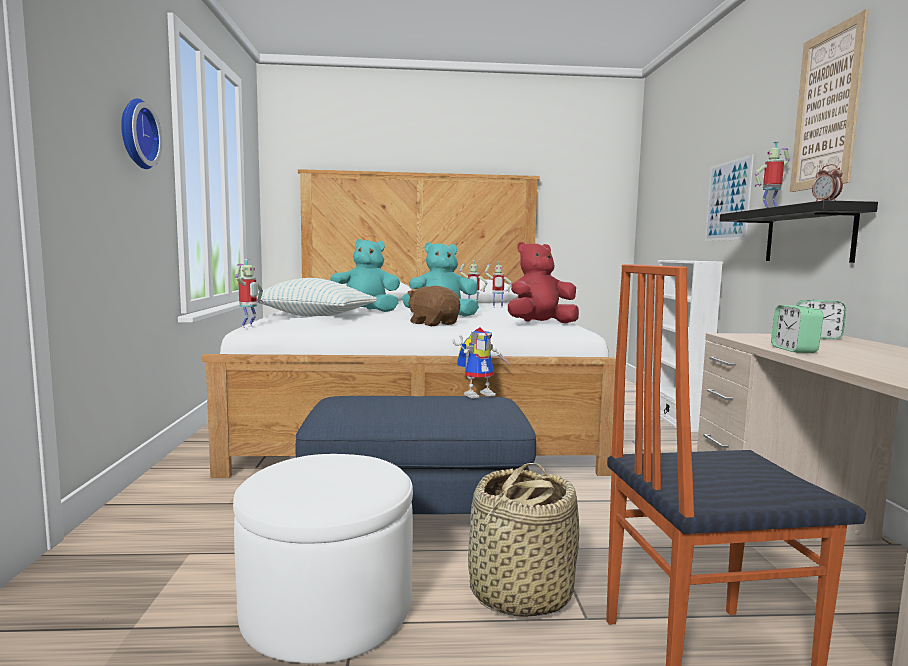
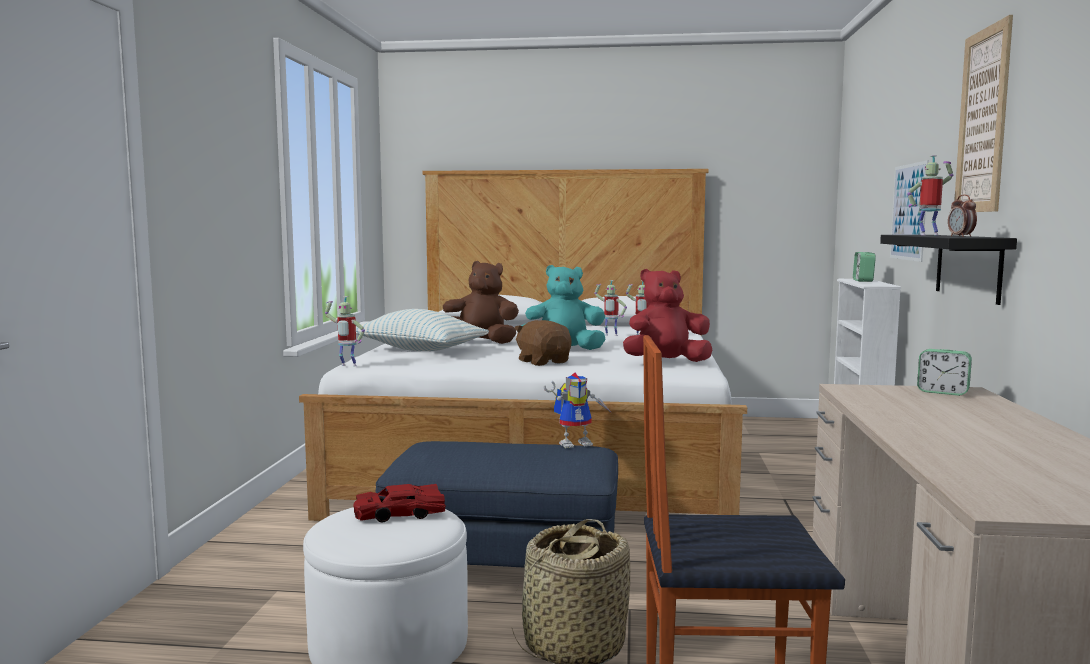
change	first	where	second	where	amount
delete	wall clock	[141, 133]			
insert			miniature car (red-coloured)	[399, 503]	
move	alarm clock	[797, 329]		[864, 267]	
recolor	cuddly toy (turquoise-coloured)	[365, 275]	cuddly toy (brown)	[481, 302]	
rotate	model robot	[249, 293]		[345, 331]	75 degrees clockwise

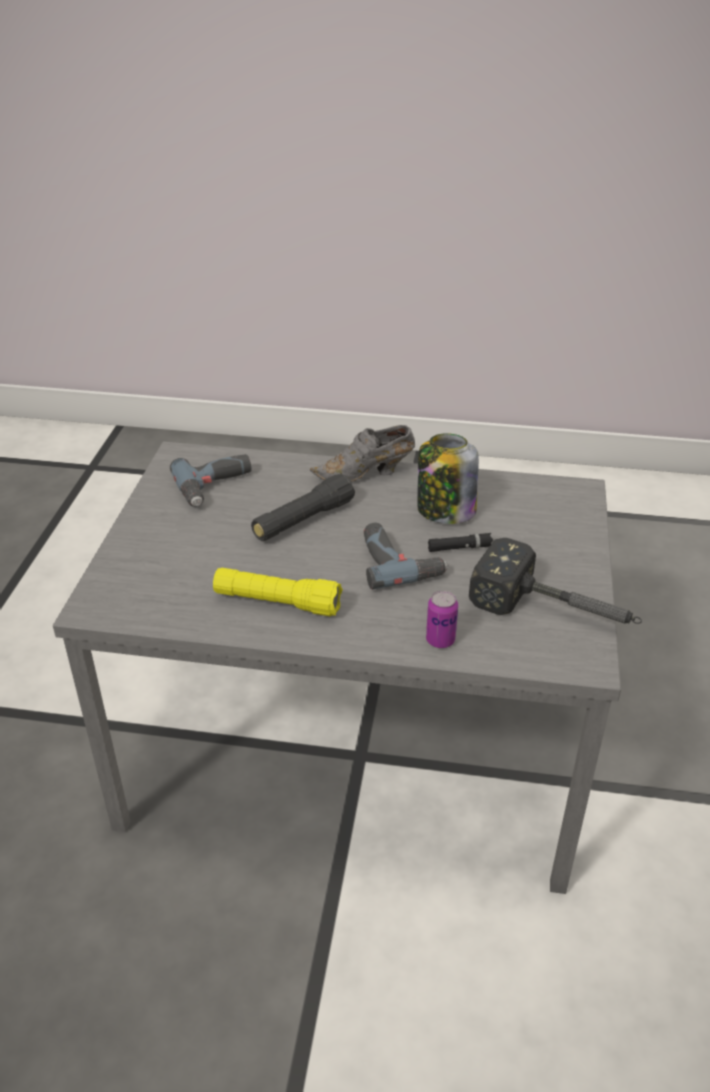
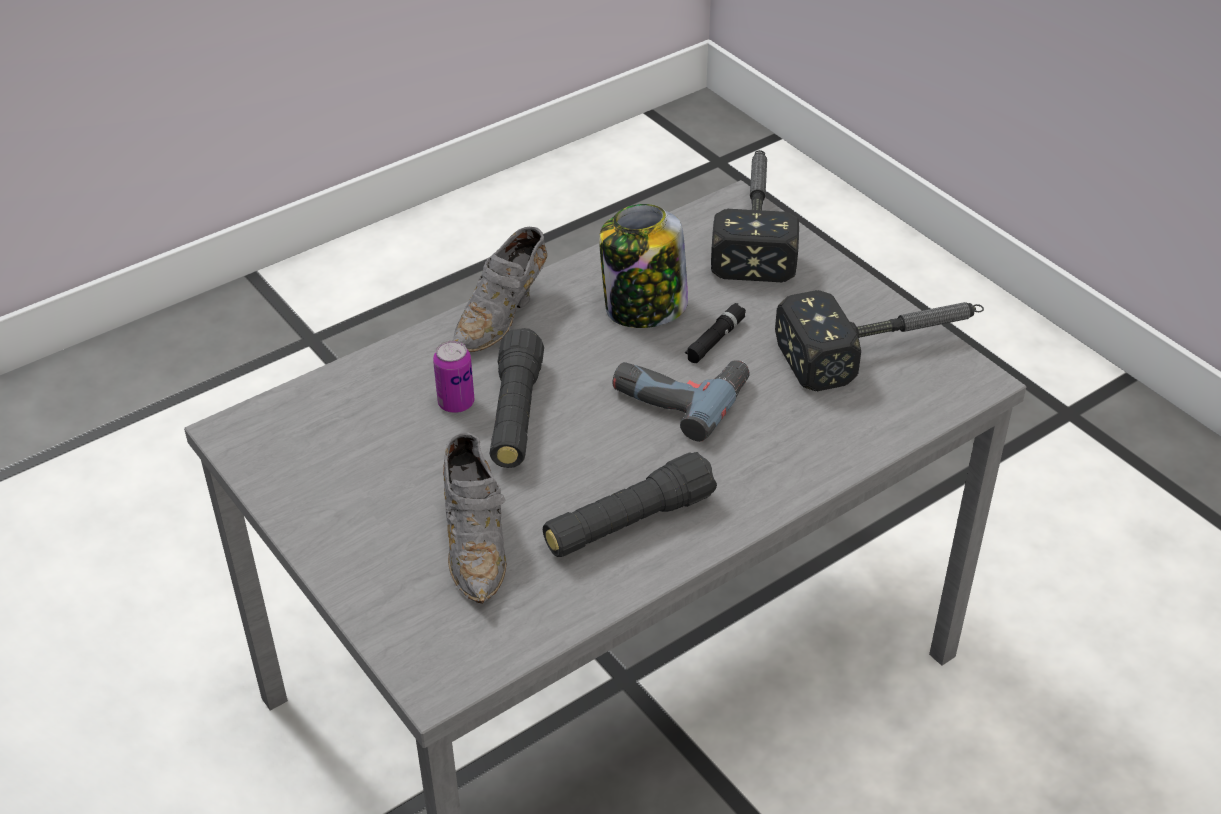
change	first	where	second	where	amount
delete	drill	[210, 480]			
insert			low shoe (grey)	[474, 517]	
insert			hammer	[755, 216]	
move	sealed can	[442, 619]		[454, 377]	
recolor	torch (yellow)	[278, 592]	torch (black-coloured)	[630, 504]	

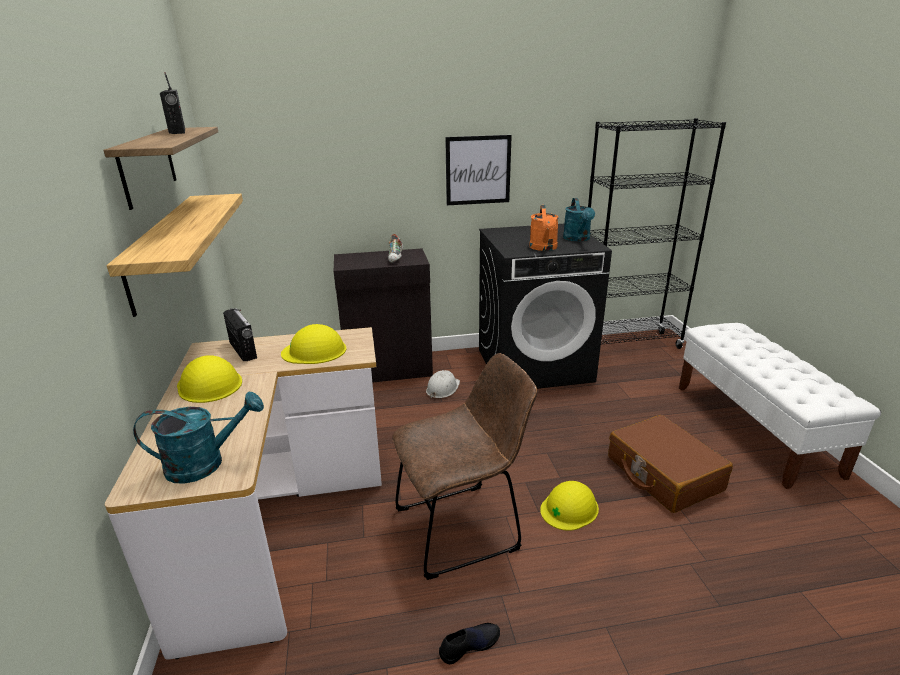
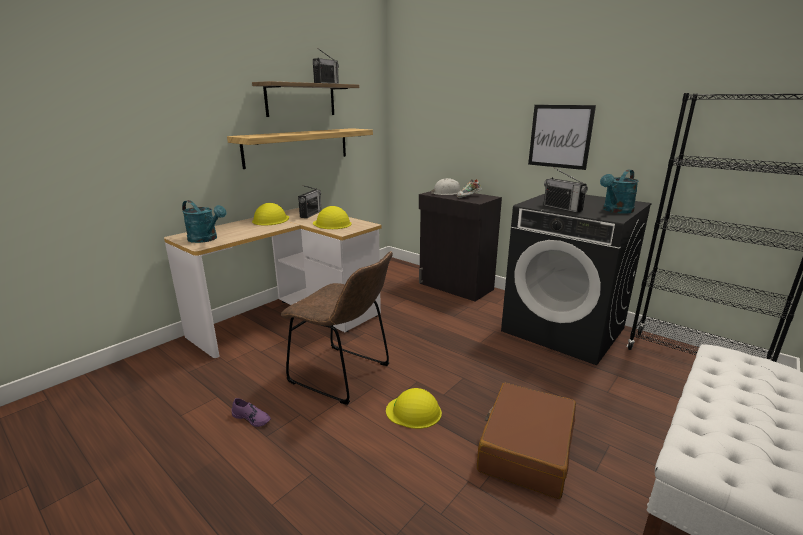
change	first	where	second	where	amount
move	work helmet (white-coloured)	[443, 384]		[445, 186]	
replace	sprinkling can (orangey)	[544, 228]	radio set	[565, 190]	
recolor	low shoe (black-coloured)	[469, 643]	low shoe (purplish)	[251, 412]	

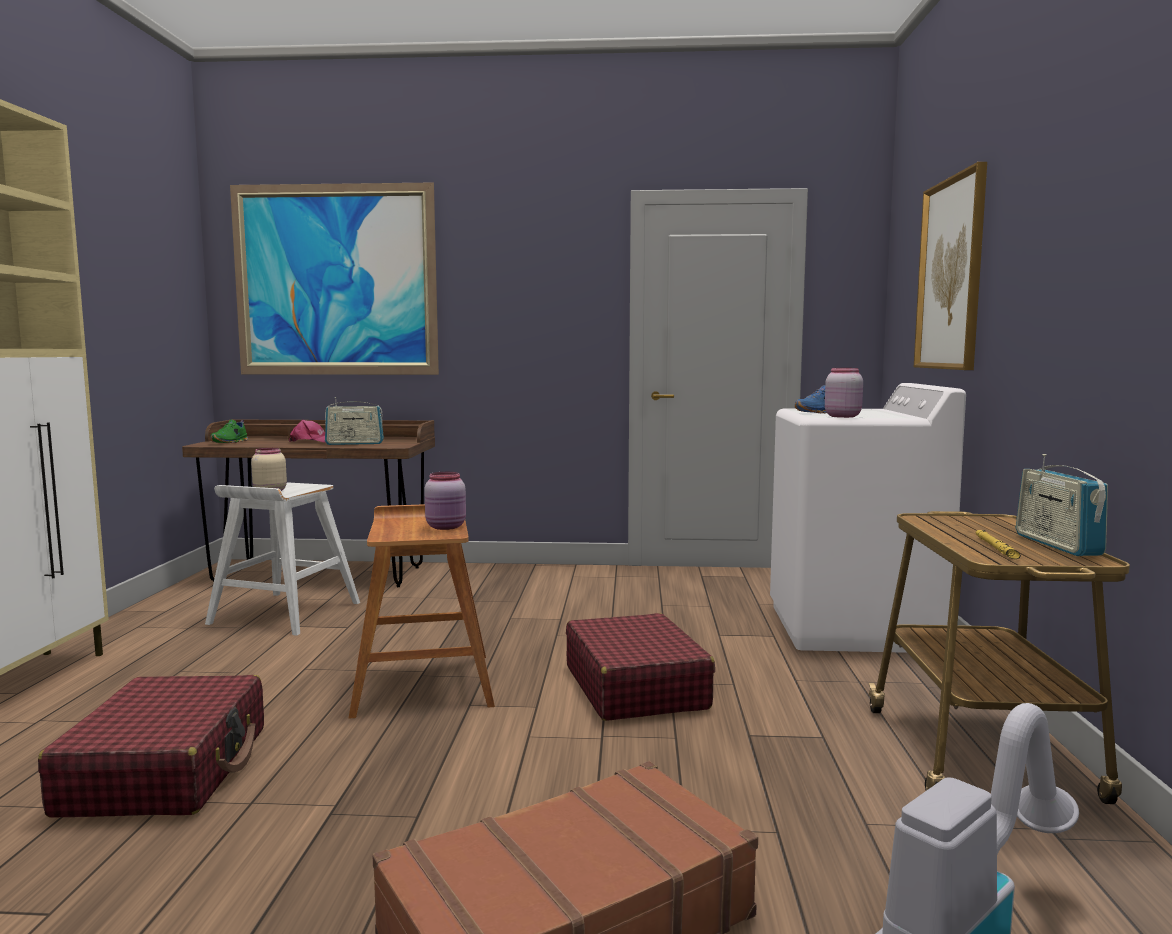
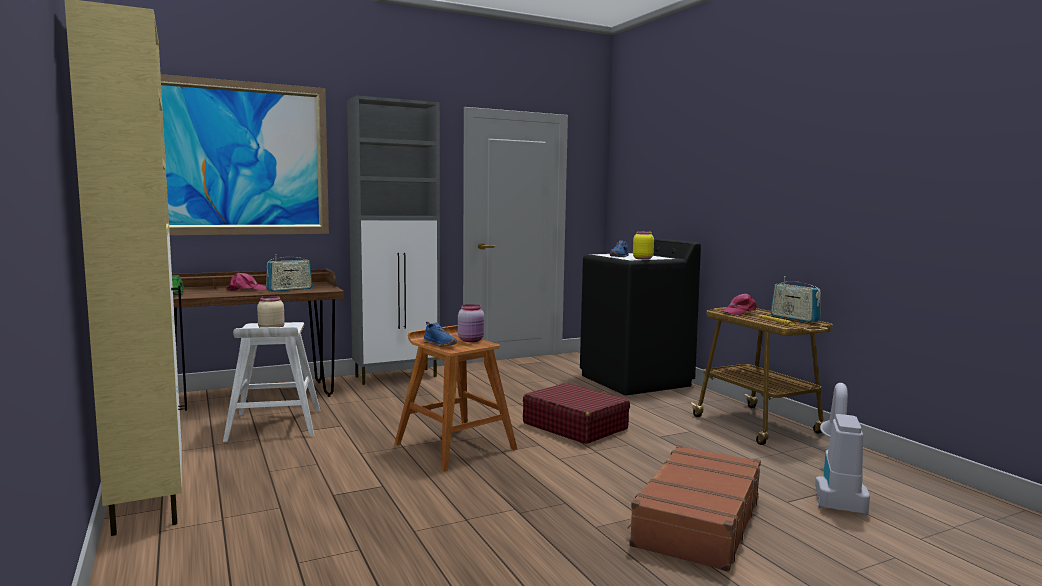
change	first	where	second	where	amount
delete	piece of luggage (red-coloured)	[151, 746]			
delete	wall picture	[950, 266]			
insert			cupboard (grey)	[393, 240]	
insert			low shoe (blue-coloured)	[440, 334]	
insert			cap (pinkish)	[739, 304]	
recolor	washing machine (white-coloured)	[868, 518]	washing machine (black-coloured)	[640, 316]	
recolor	preserve jar (pinkish)	[844, 393]	preserve jar (yellow)	[643, 245]	

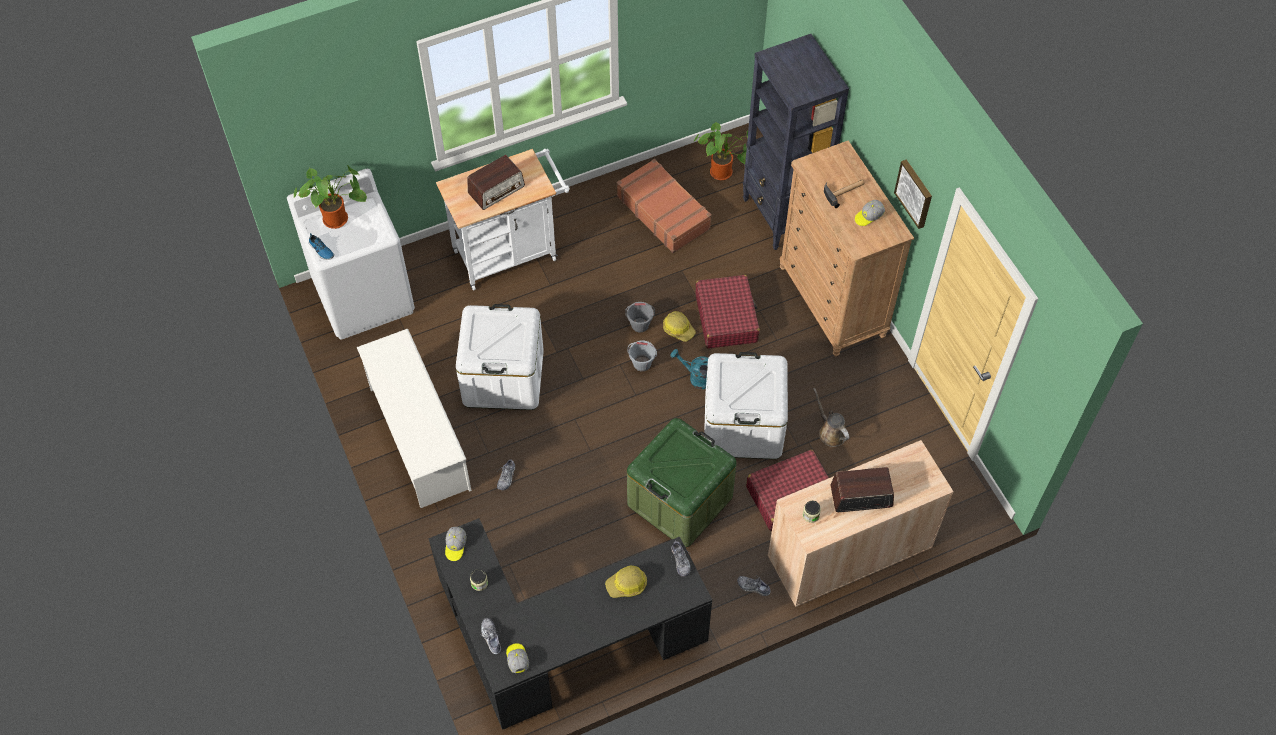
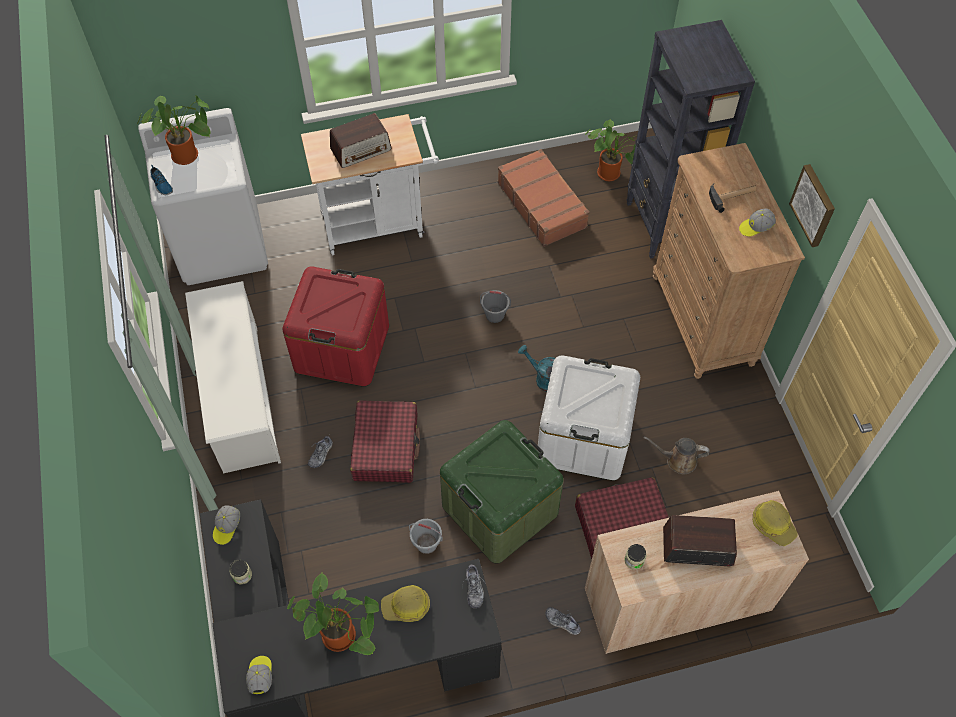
change	first	where	second	where	amount
delete	low shoe	[490, 636]			
insert			potted plant	[333, 614]	
move	bucket (grey)	[642, 356]		[426, 536]	
move	work helmet	[679, 326]		[775, 523]	
move	piece of luggage (red-coloured)	[727, 312]		[385, 441]	
recolor	storage container (white-coloured)	[500, 357]	storage container (red-coloured)	[335, 326]	
rotate	sprinkling can (brown)	[831, 417]		[676, 455]	60 degrees counterclockwise

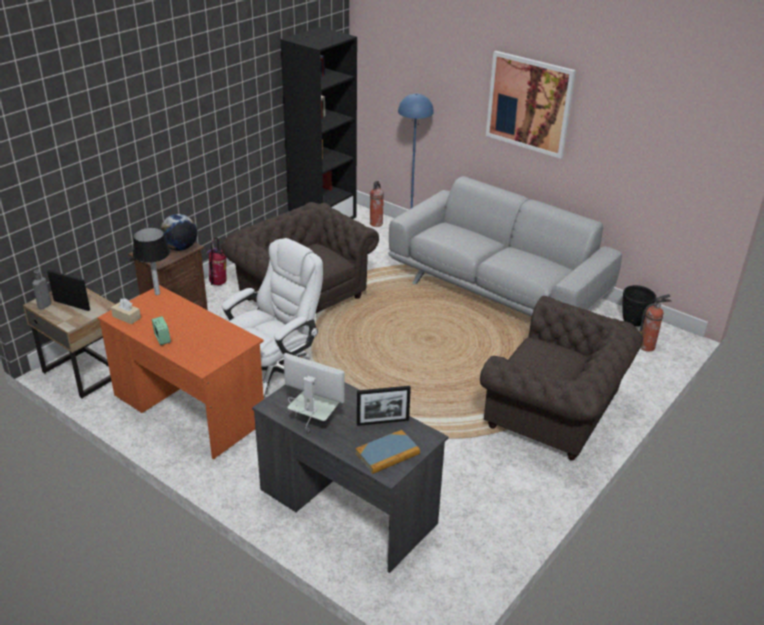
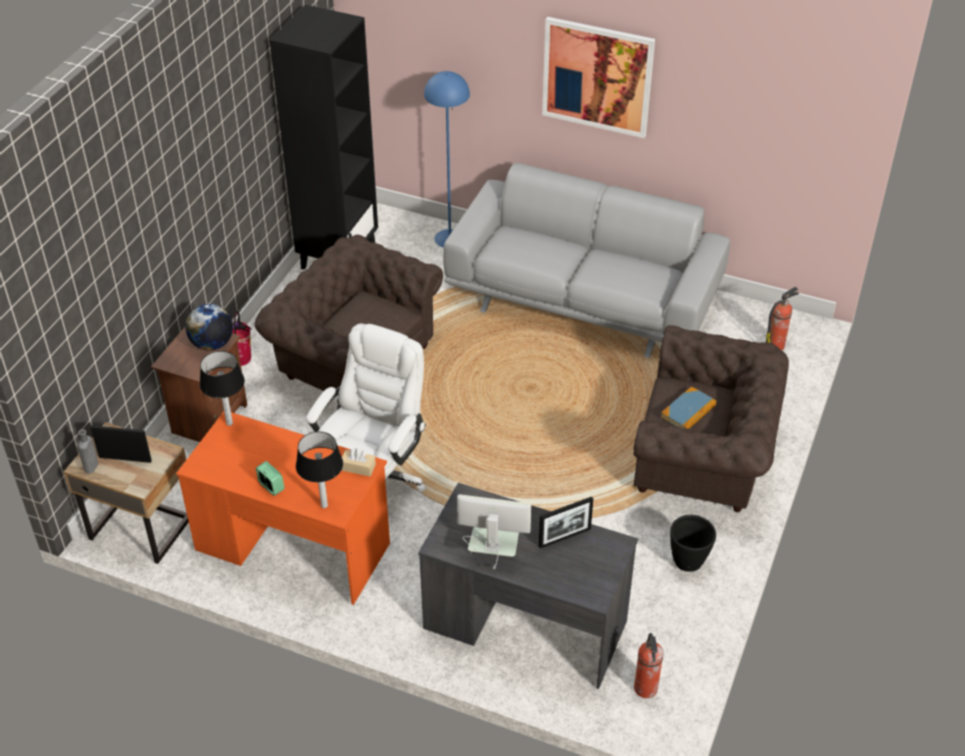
change	first	where	second	where	amount
insert			table lamp	[319, 470]	
move	tissue box (beige-coloured)	[126, 311]		[358, 462]	
move	bound book	[387, 452]		[689, 407]	
move	fire extinguisher	[377, 204]		[648, 665]	
move	planter (black-coloured)	[639, 306]		[693, 543]	

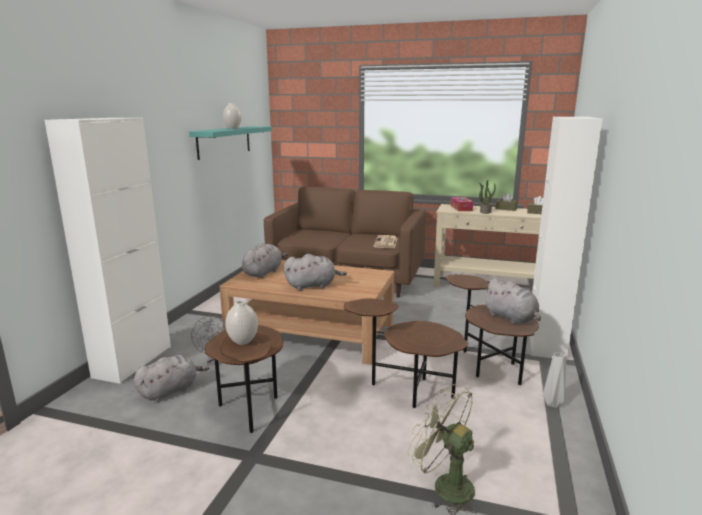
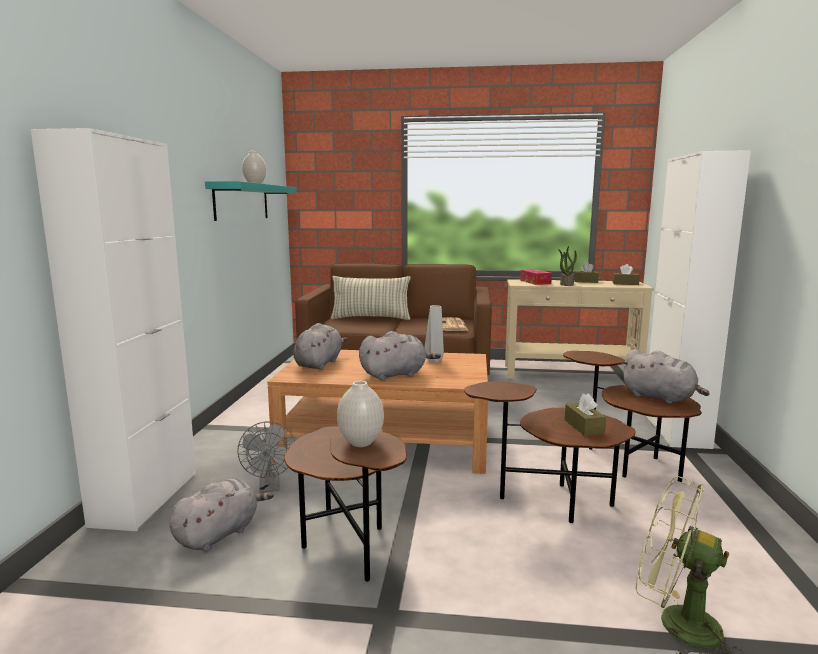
change	first	where	second	where	amount
insert			cushion	[371, 298]	
insert			tissue box (brown)	[585, 414]	
move	vase (grey)	[554, 380]		[434, 334]	

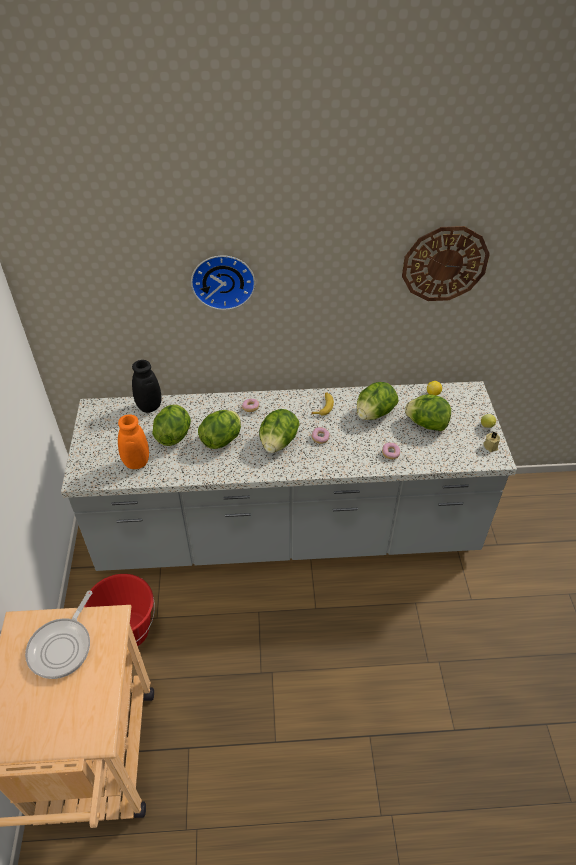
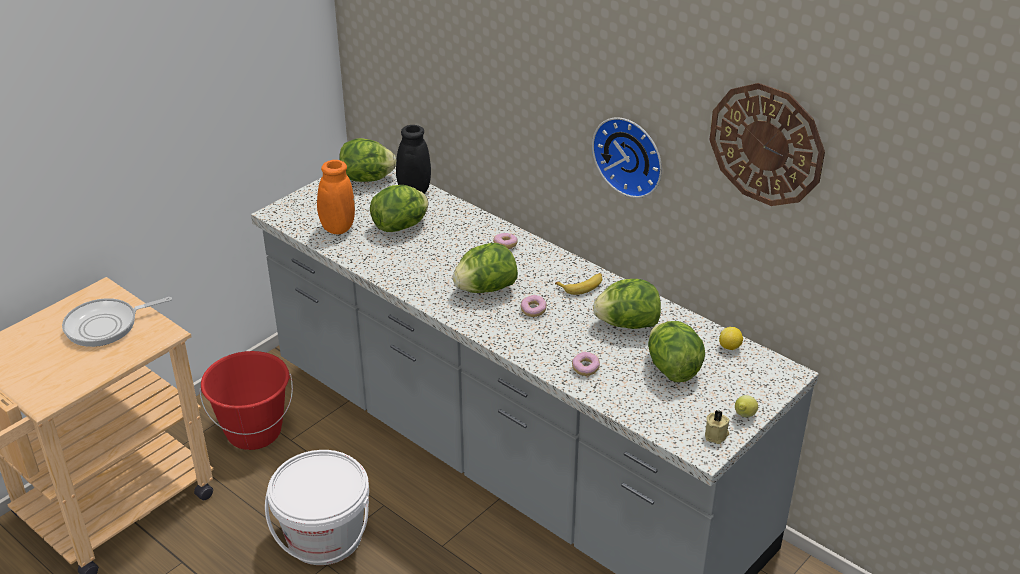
change	first	where	second	where	amount
insert			bucket (white-coloured)	[317, 507]	
move	wall clock	[223, 282]		[627, 157]	
move	lettuce head	[219, 429]		[367, 160]	

